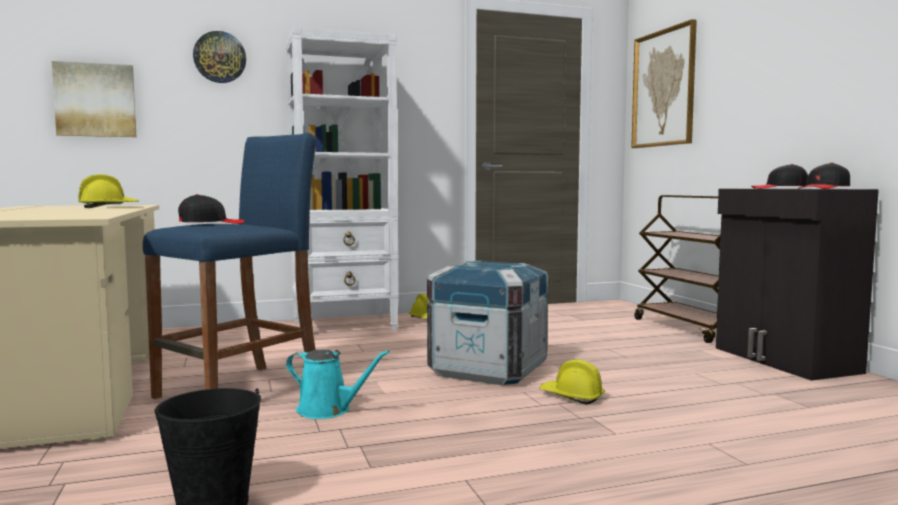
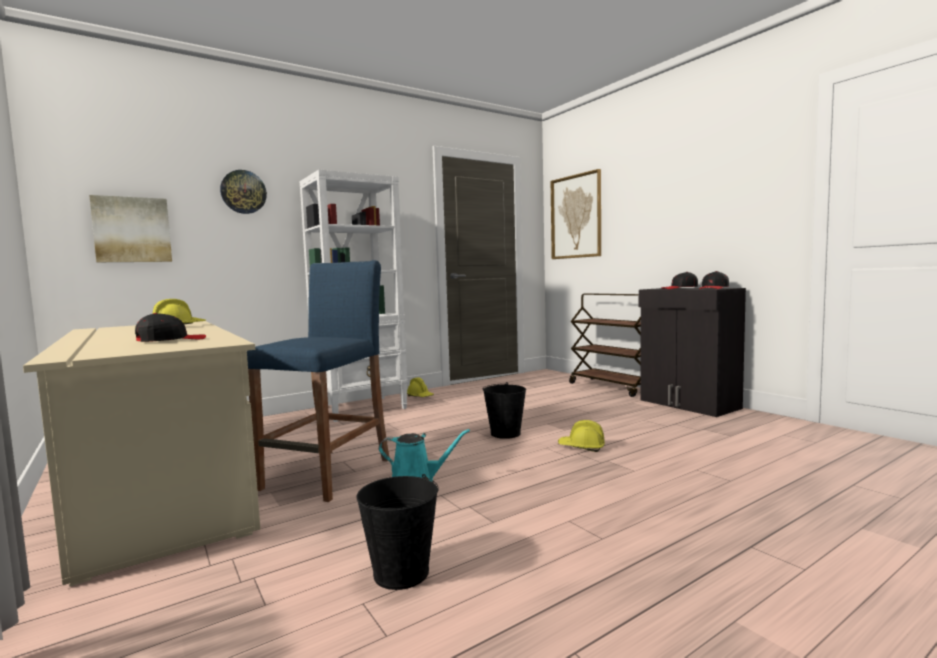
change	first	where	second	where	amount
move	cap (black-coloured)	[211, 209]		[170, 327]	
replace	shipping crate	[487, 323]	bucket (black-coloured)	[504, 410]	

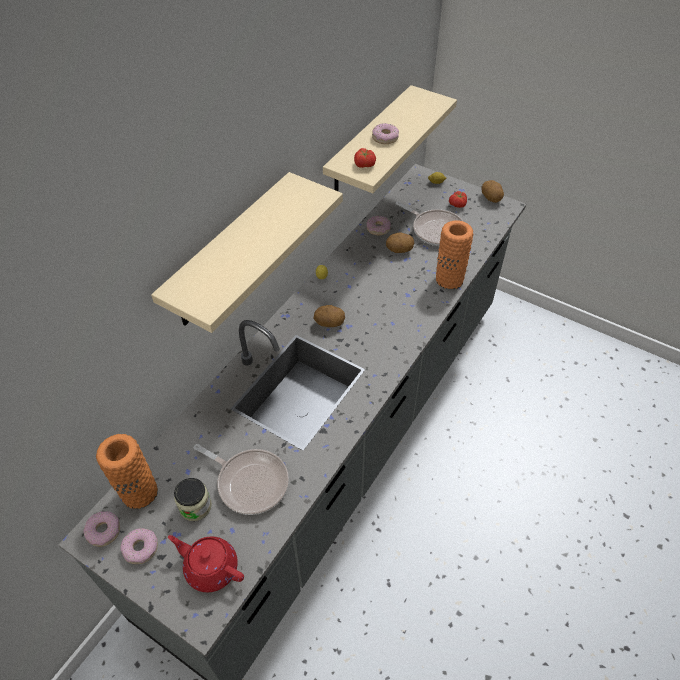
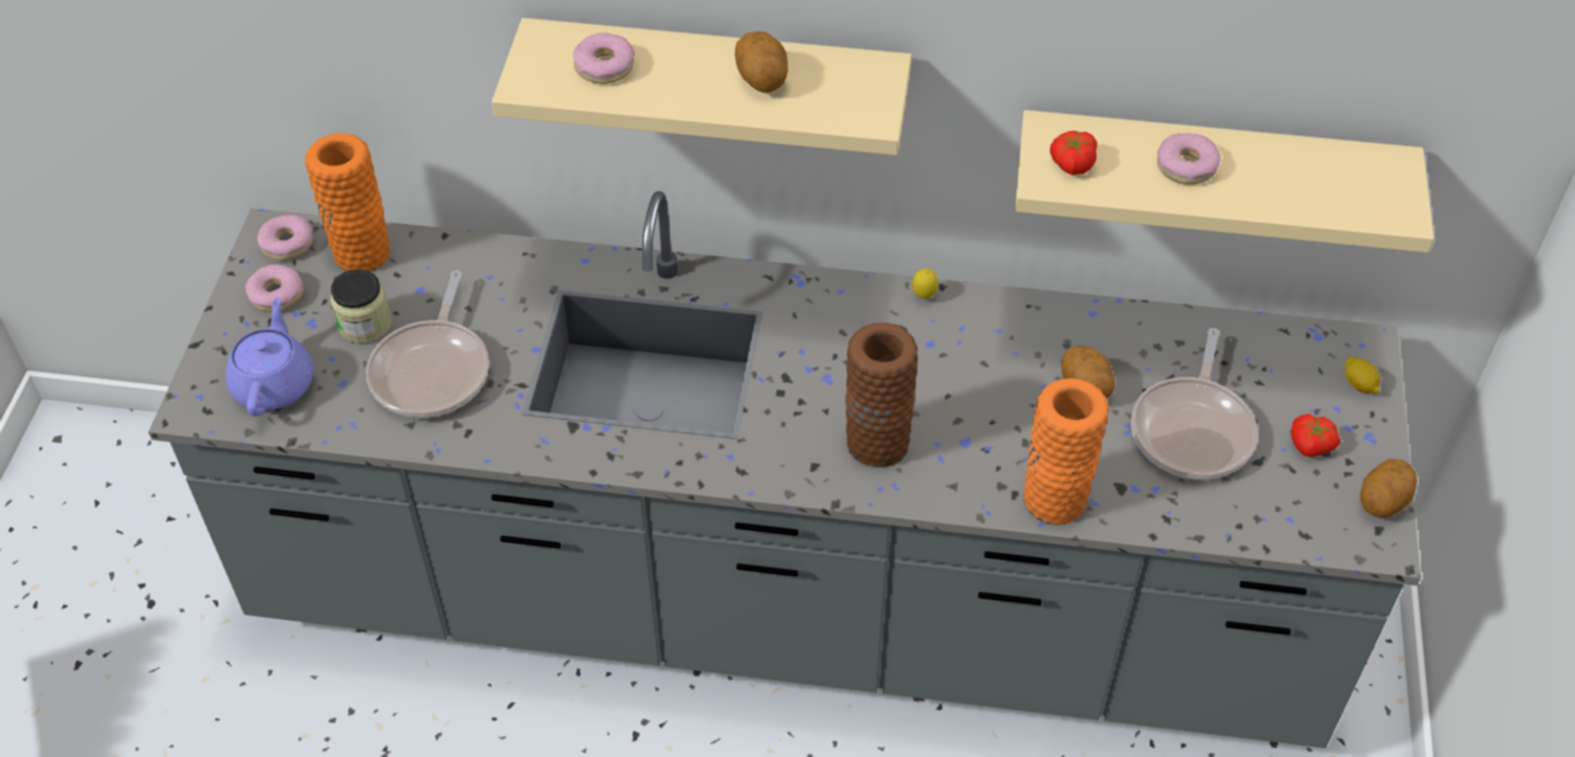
change	first	where	second	where	amount
insert			vase (brown)	[881, 395]	
move	whole potato	[329, 316]		[761, 62]	
move	donut	[379, 225]		[604, 58]	
recolor	pot for tea (red-coloured)	[206, 563]	pot for tea (purplish)	[269, 356]	

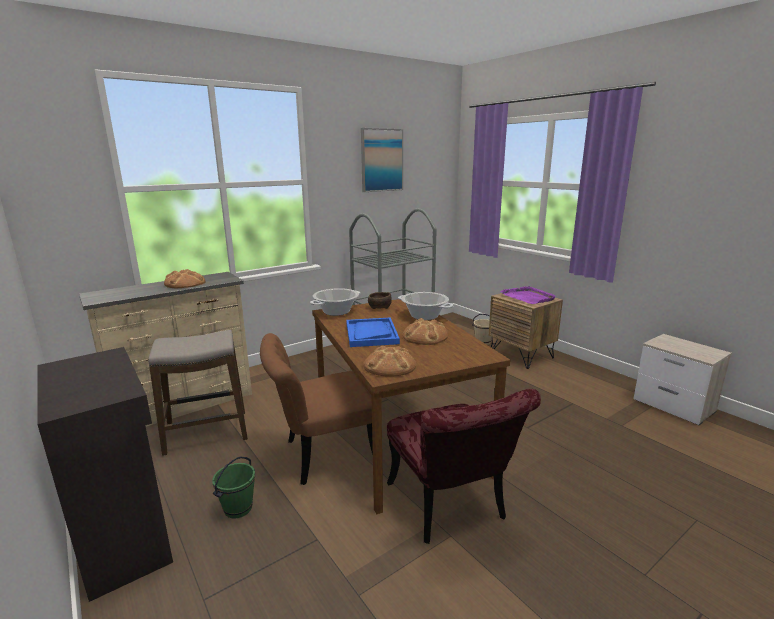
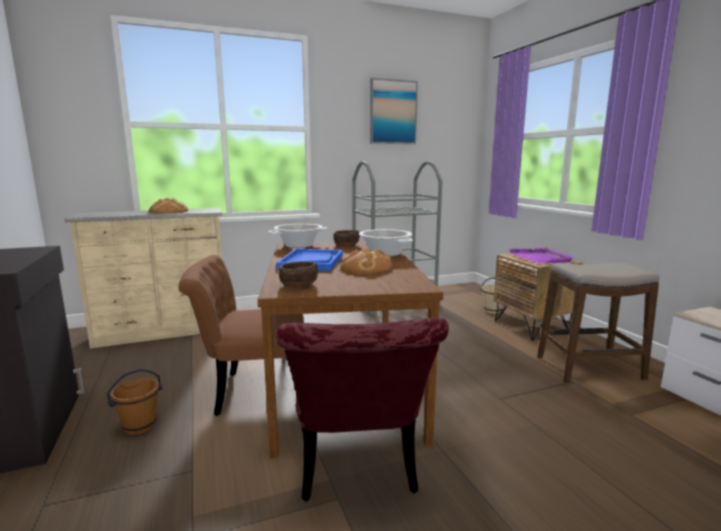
change	first	where	second	where	amount
move	sitting stool	[198, 393]		[598, 323]	
replace	bread	[389, 361]	bowl (brown)	[298, 274]	
recolor	bucket (greenish)	[233, 488]	bucket (brown)	[135, 402]	

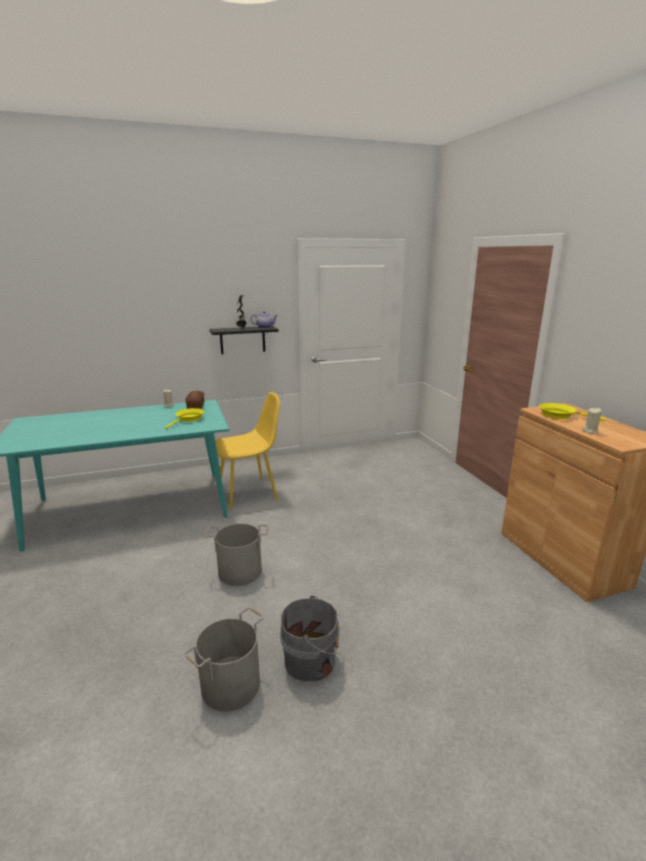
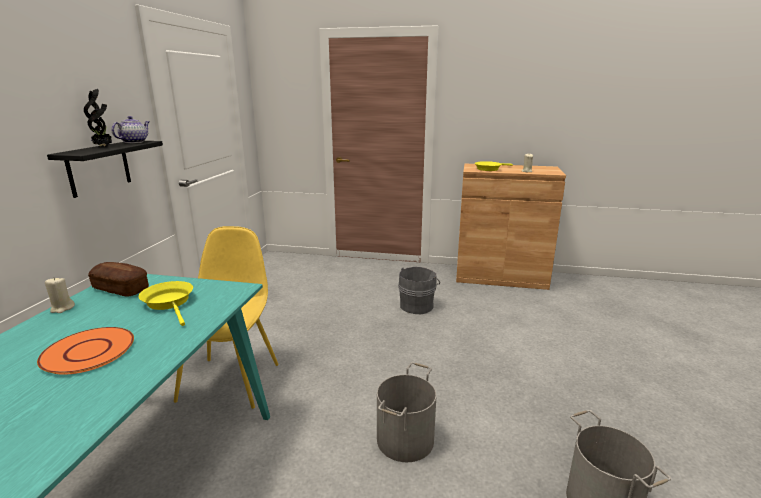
change	first	where	second	where	amount
insert			plate (orangey)	[85, 351]	
move	bucket (grey)	[310, 638]		[419, 290]	

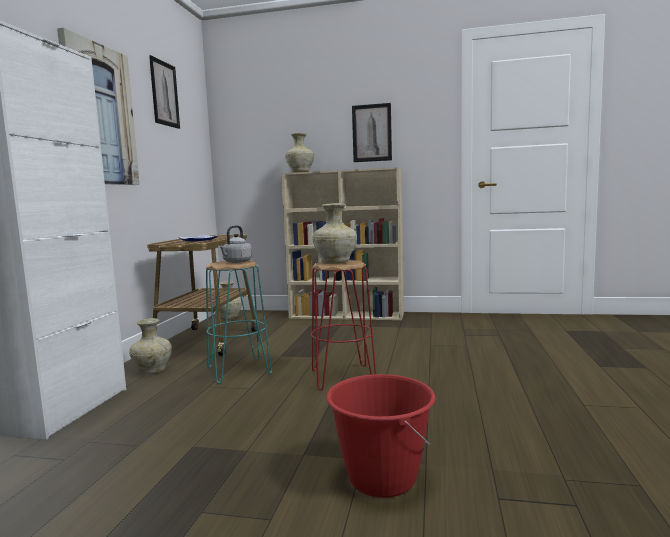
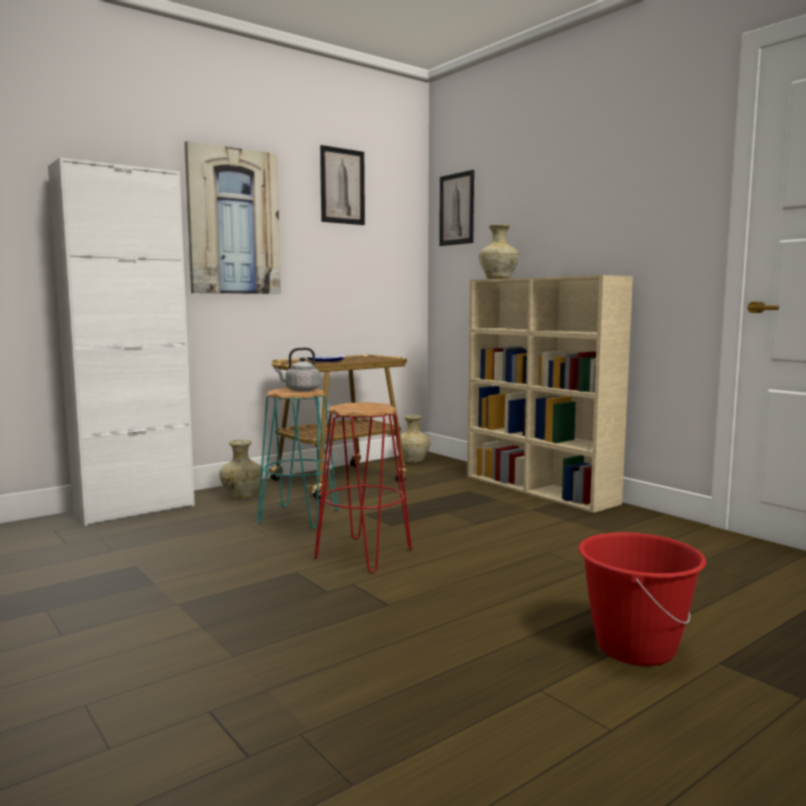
change	first	where	second	where	amount
delete	vase (beige-coloured)	[334, 233]			
move	bucket (red-coloured)	[381, 436]		[642, 599]	
move	wall picture	[372, 132]		[456, 208]	

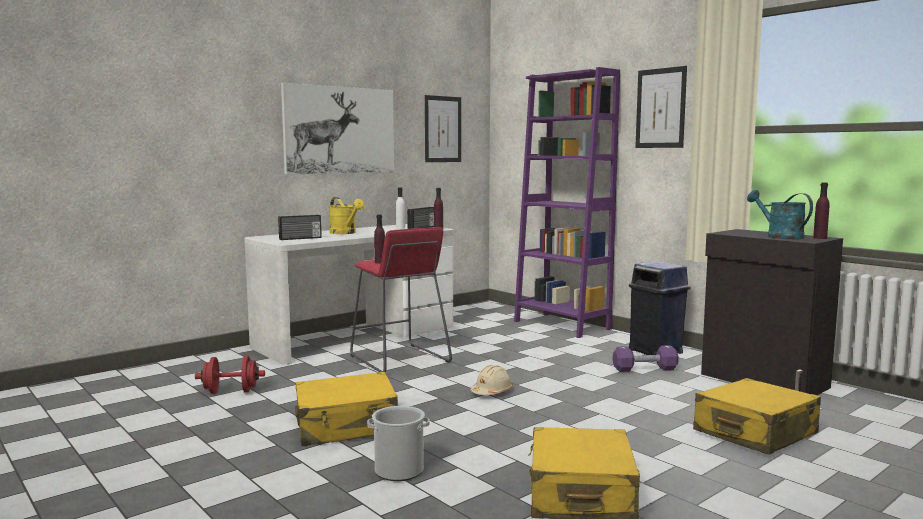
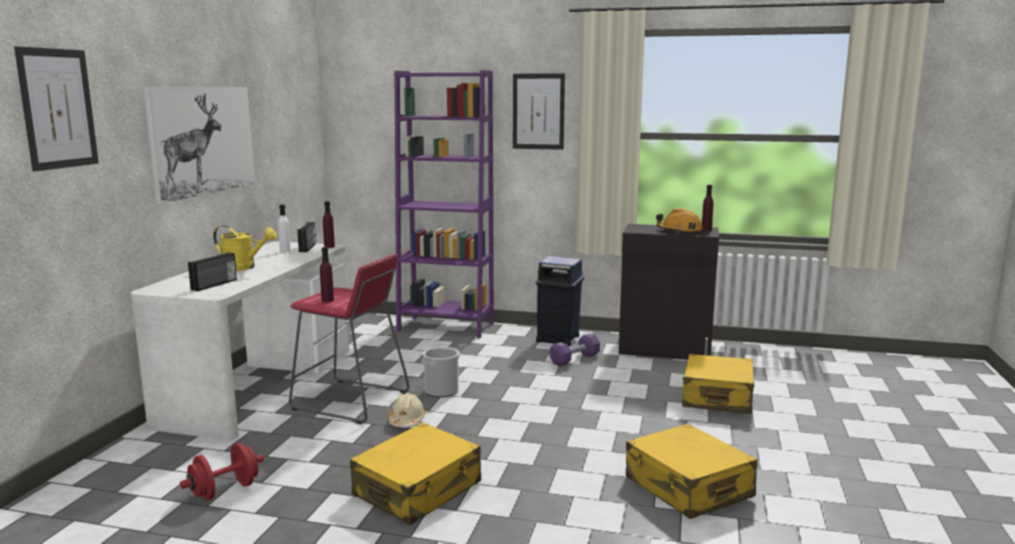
change	first	where	second	where	amount
move	bucket	[398, 443]		[441, 372]	
move	wall picture	[443, 128]		[56, 108]	
move	work helmet (beige-coloured)	[492, 380]		[407, 410]	
replace	sprinkling can (turquoise-coloured)	[780, 215]	work helmet (orangey)	[679, 221]	

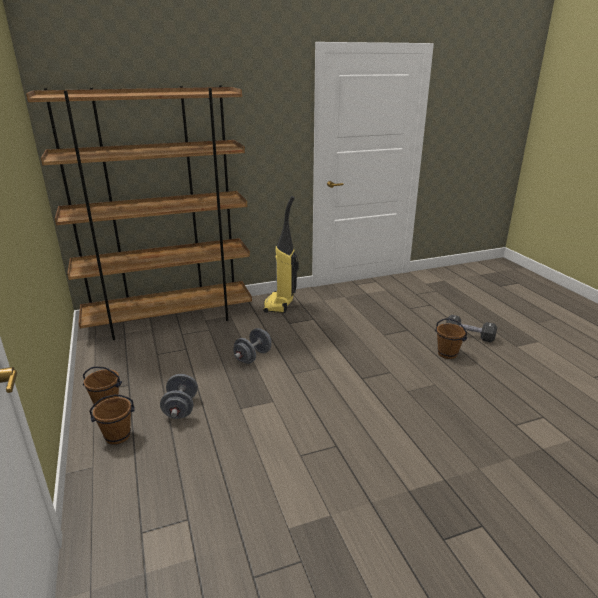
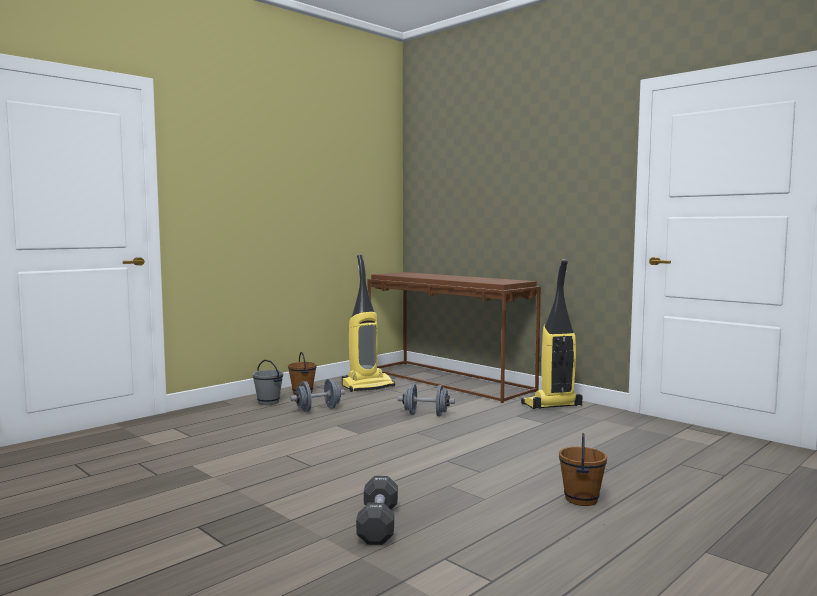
change	first	where	second	where	amount
insert			vacuum	[368, 323]	
move	hand weight (black-coloured)	[471, 329]		[377, 510]	
replace	bookshelf (brown)	[139, 212]	console table (brown)	[454, 337]	
recolor	bucket (brown)	[111, 419]	bucket (grey)	[268, 382]	

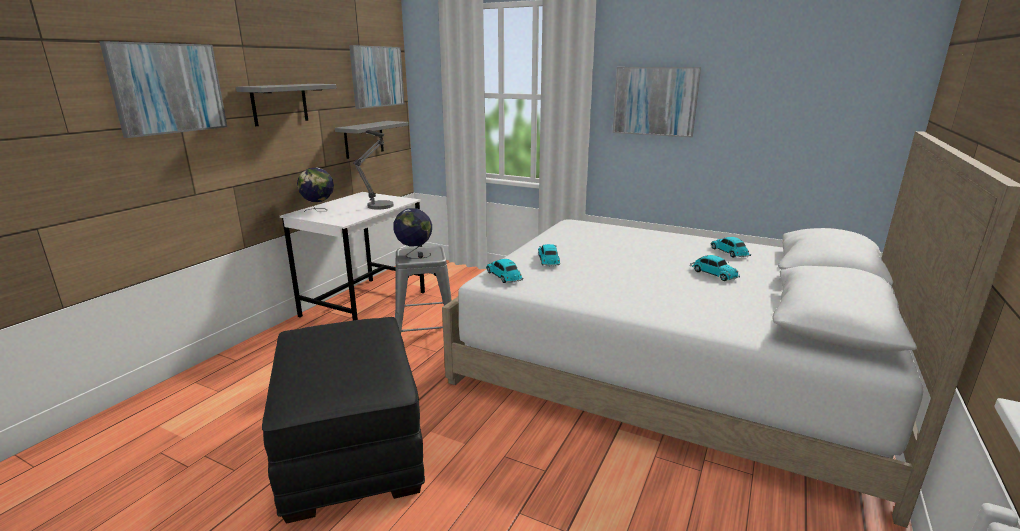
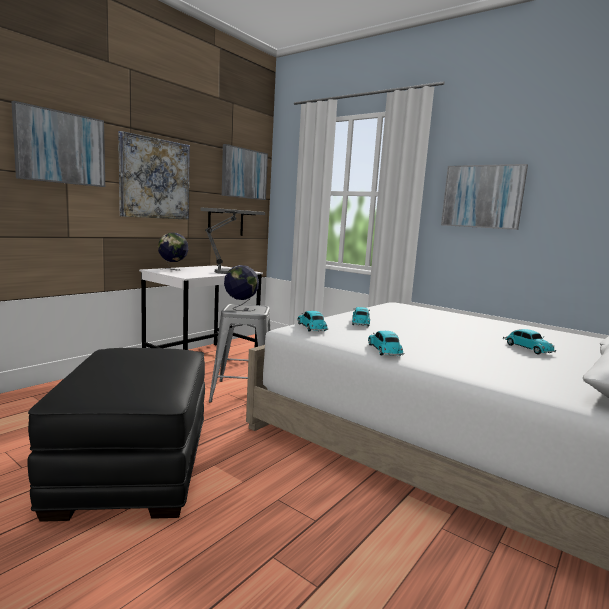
change	first	where	second	where	amount
move	miniature car	[730, 247]		[386, 343]	
replace	shelf (grey)	[286, 105]	wall picture	[154, 175]	

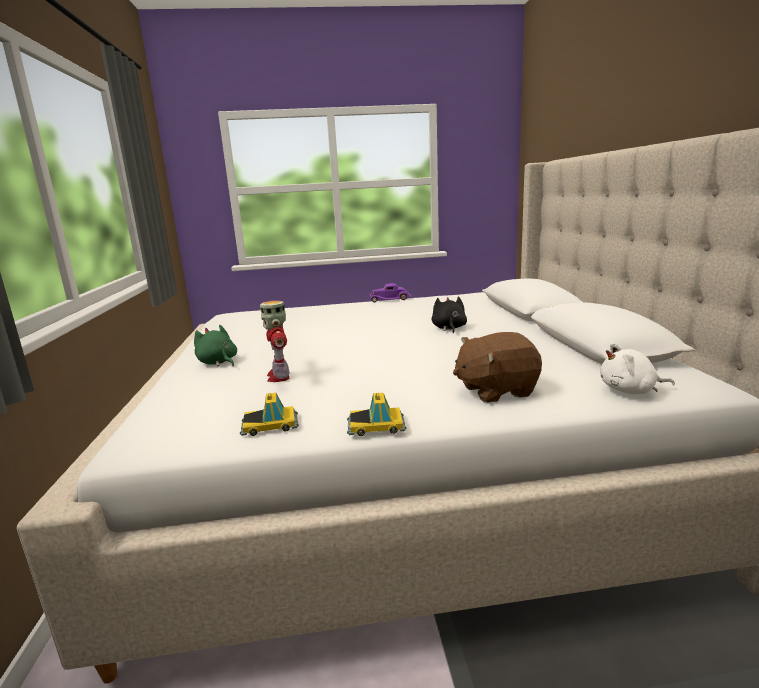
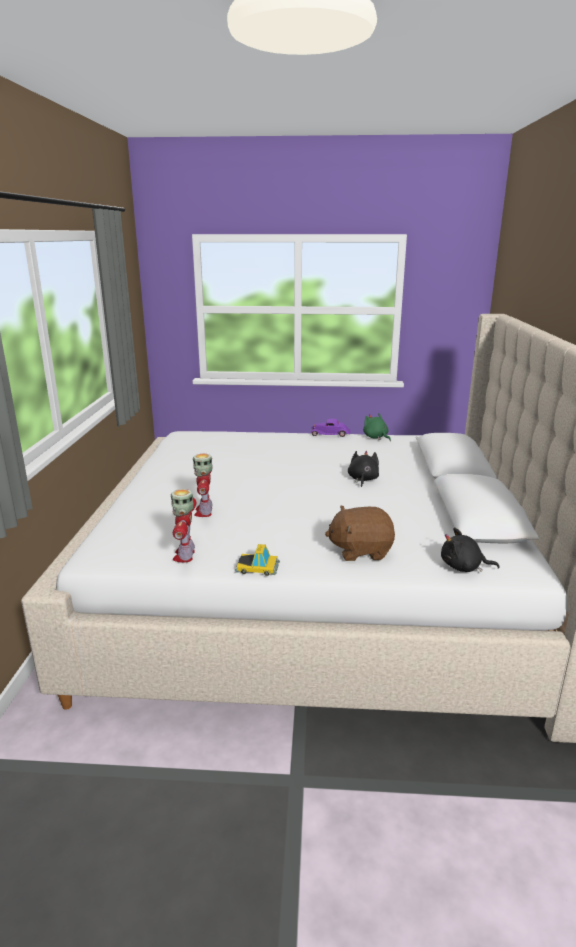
change	first	where	second	where	amount
move	cuddly toy (greenish)	[215, 345]		[377, 427]	
replace	miniature car	[269, 414]	model robot	[184, 526]	
recolor	cuddly toy (white-coloured)	[637, 368]	cuddly toy (black-coloured)	[470, 550]	

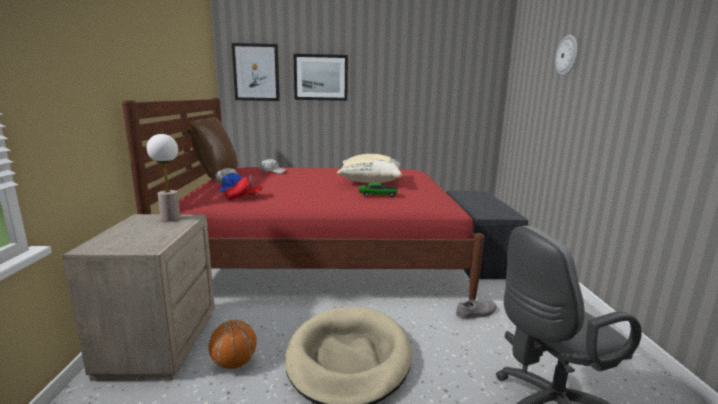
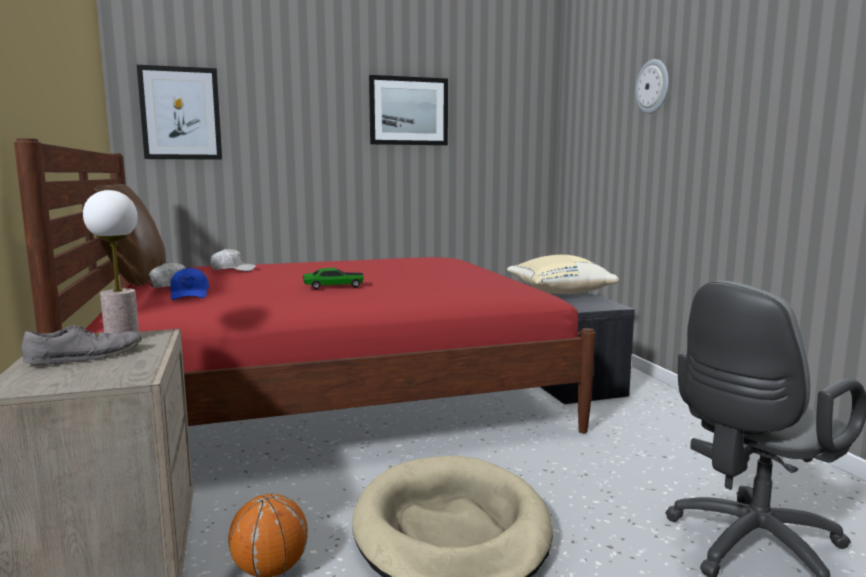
change	first	where	second	where	amount
delete	cap (red-coloured)	[243, 187]			
move	wall picture	[320, 77]		[408, 110]	
move	cushion (beige-coloured)	[369, 168]		[563, 274]	
move	miniature car	[378, 190]		[333, 278]	
move	low shoe (grey)	[476, 309]		[81, 345]	

